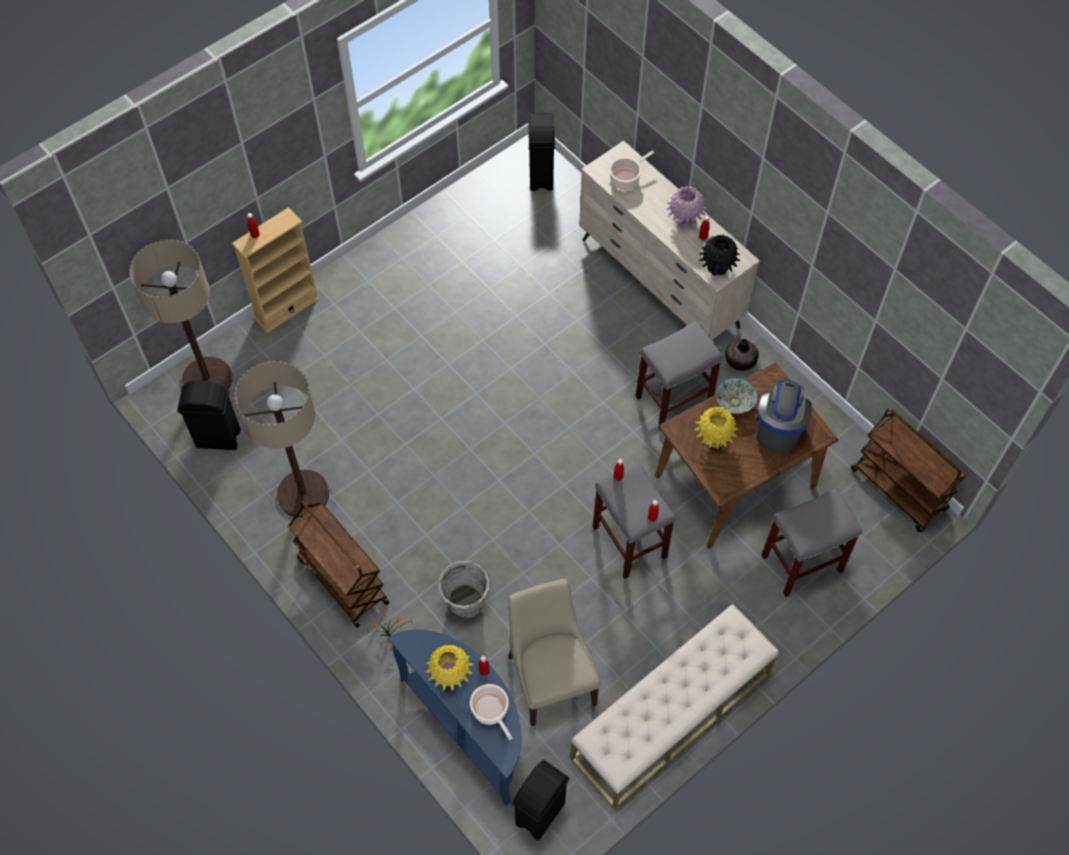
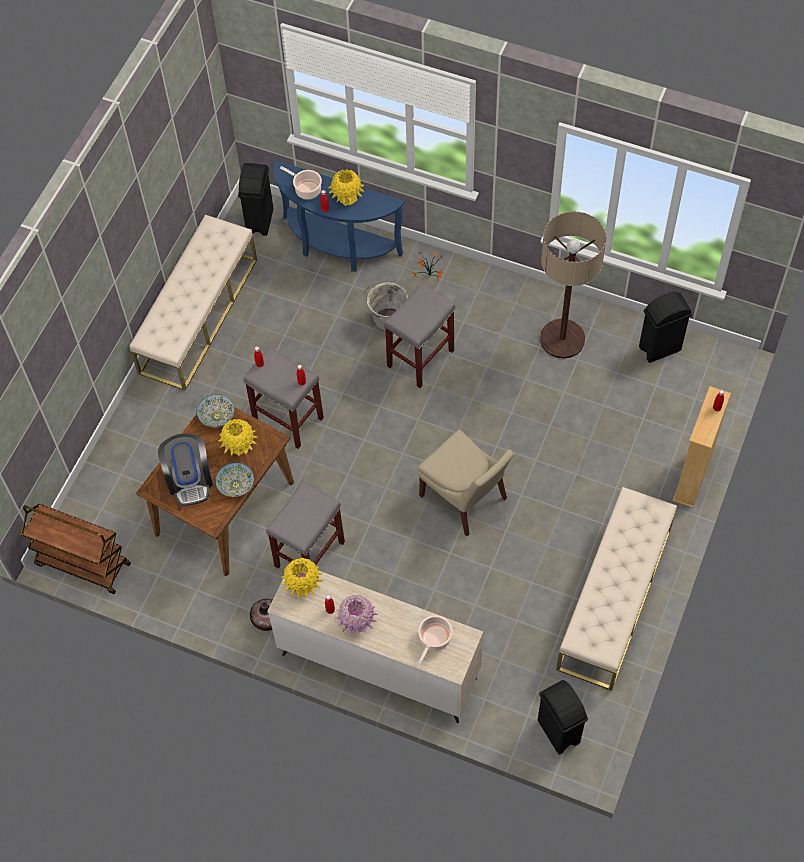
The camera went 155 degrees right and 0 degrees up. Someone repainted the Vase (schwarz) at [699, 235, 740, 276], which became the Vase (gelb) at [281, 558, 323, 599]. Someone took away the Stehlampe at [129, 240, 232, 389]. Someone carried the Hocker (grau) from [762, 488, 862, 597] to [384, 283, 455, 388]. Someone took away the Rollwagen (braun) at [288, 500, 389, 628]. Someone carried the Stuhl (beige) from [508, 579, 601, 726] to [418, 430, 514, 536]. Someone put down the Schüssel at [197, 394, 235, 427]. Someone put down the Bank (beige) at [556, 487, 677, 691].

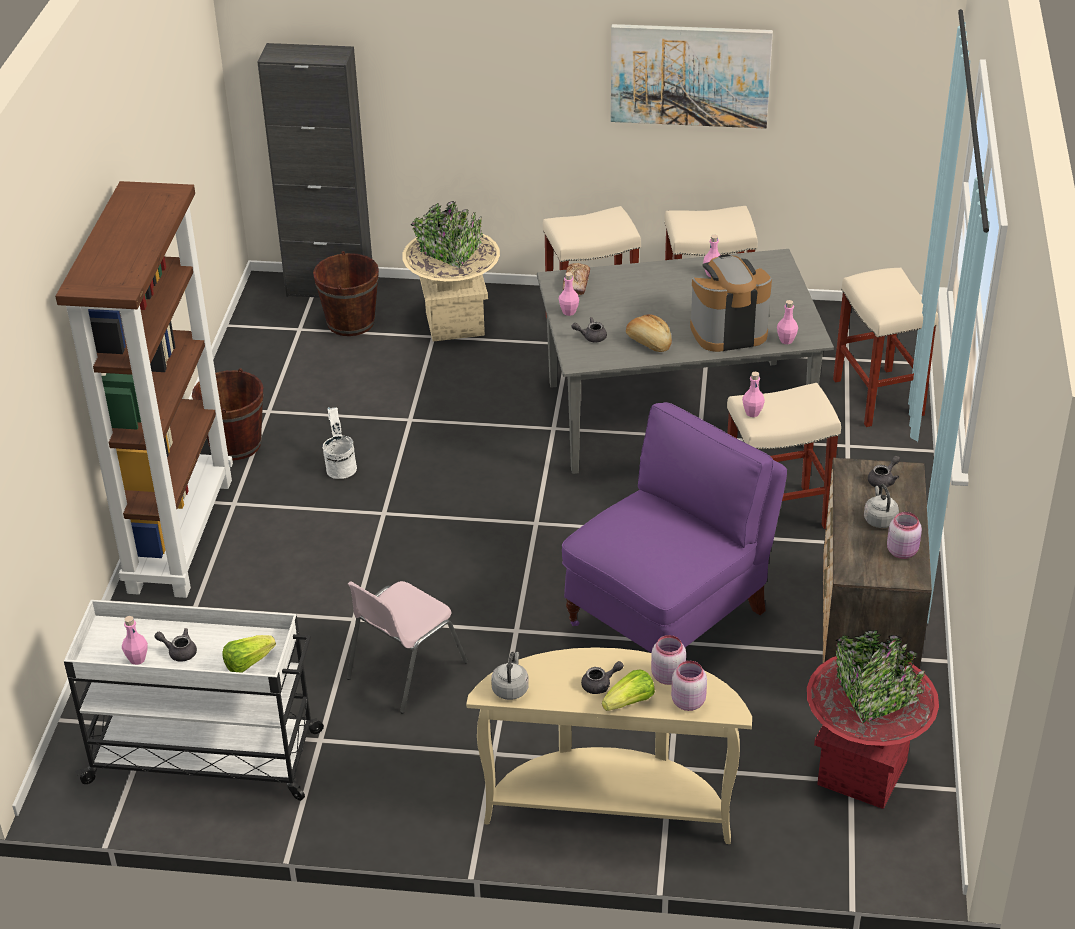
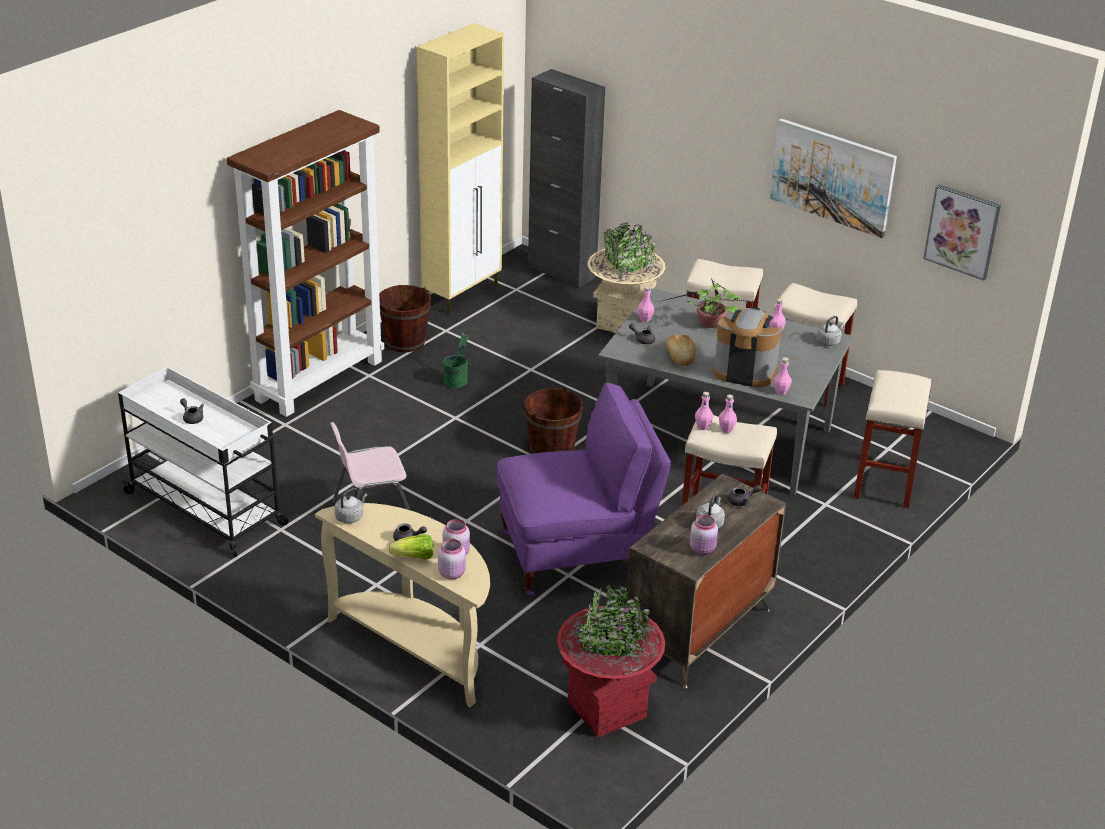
The camera went 30 degrees right and 5 degrees down. Someone carried the Eimer (braun) from [313, 251, 379, 336] to [524, 387, 583, 454]. Someone took away the Brot at [563, 263, 590, 295]. Someone repainted the Eimer (weiß) at [322, 407, 357, 479], which became the Eimer (grün) at [443, 333, 469, 388]. Someone carried the Flasche (rosa) from [122, 616, 148, 665] to [719, 395, 737, 433]. Someone took away the Salatkopf at [222, 635, 276, 673]. Someone put down the Schrank (beige) at [417, 23, 504, 314]. Someone put up the Bild at [923, 184, 1001, 281]. Someone put down the Topfpflanze at [655, 278, 740, 328]. Someone put down the Wasserkessel (grau) at [817, 316, 844, 346].

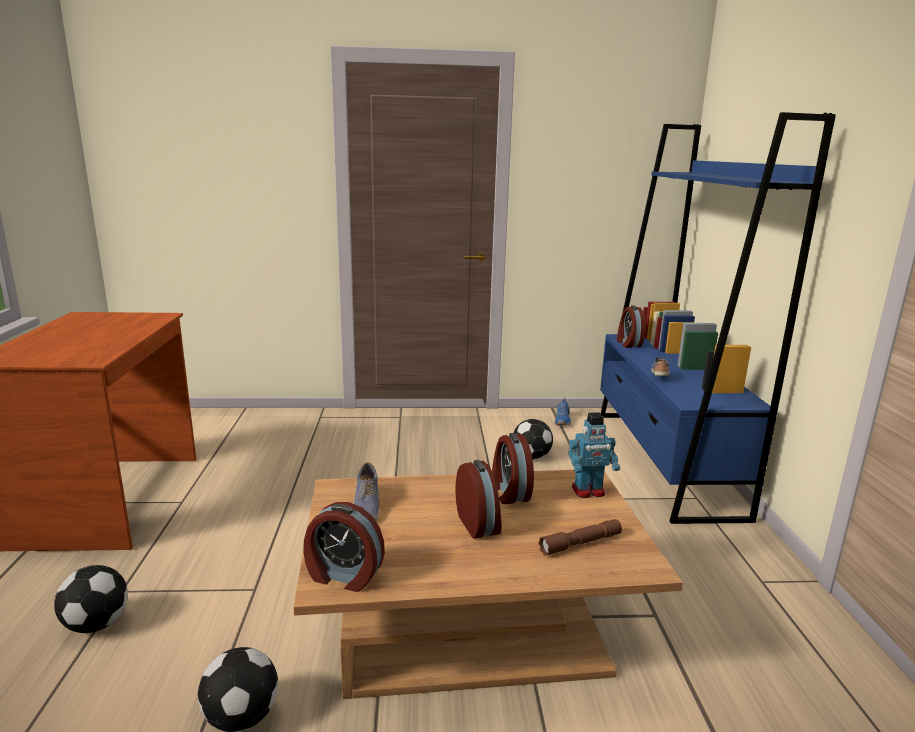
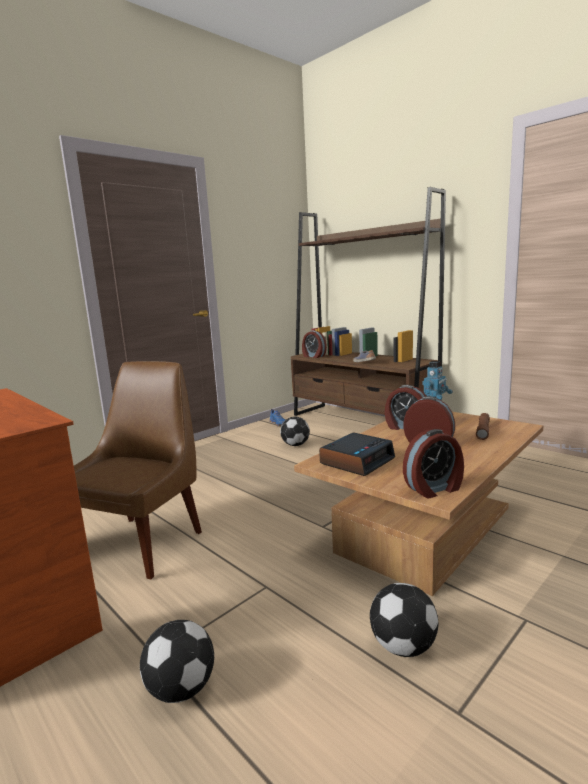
The camera went 40 degrees left and 5 degrees down. Someone repainted the Bücherregal (blau) at [600, 112, 836, 524], which became the Bücherregal (braun) at [291, 187, 446, 416]. Someone swapped the Schuh at [353, 462, 380, 522] for the Wecker at [319, 433, 395, 476]. Someone put down the Stuhl (braun) at [74, 361, 202, 579].

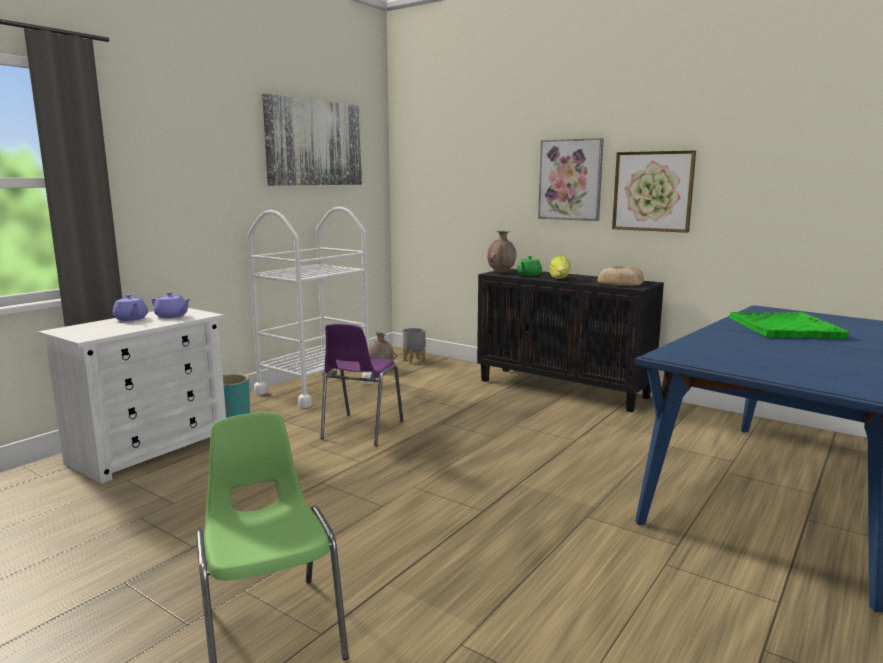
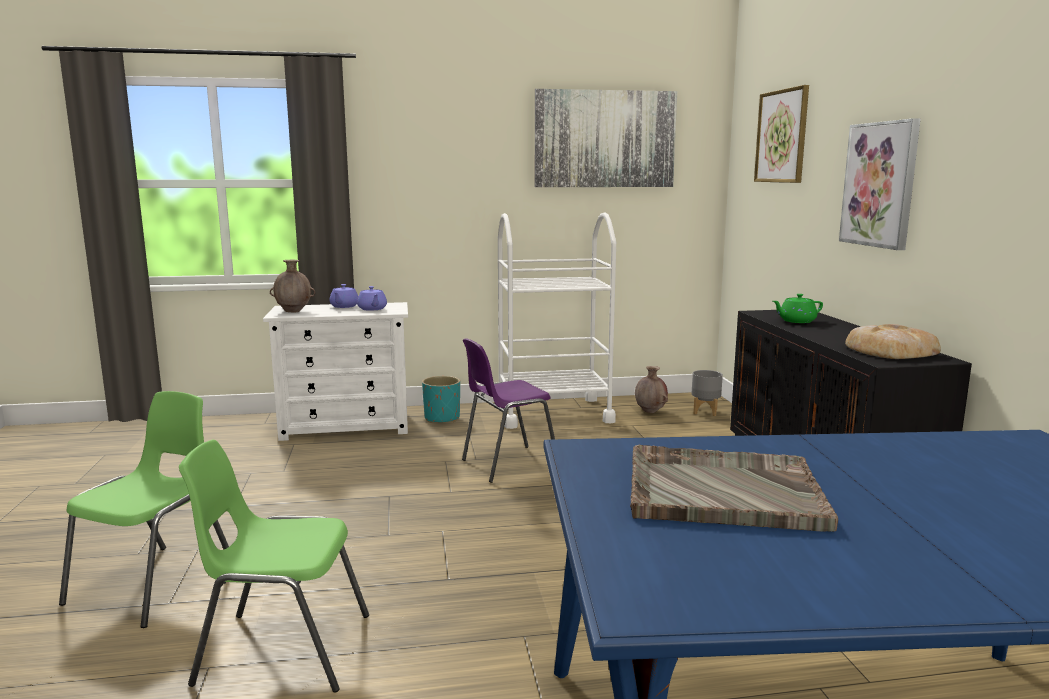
The camera went 45 degrees right and 0 degrees up. Someone carried the Bild from [612, 150, 696, 233] to [754, 85, 809, 183]. Someone carried the Vase (braun) from [487, 231, 516, 273] to [270, 260, 315, 313]. Someone took away the Salatkopf at [549, 255, 571, 279]. Someone took away the Tablett (grün) at [730, 312, 849, 339]. Someone put down the Stuhl (grün) at [179, 439, 369, 693]. Someone put down the Tablett (grau) at [630, 445, 838, 532].

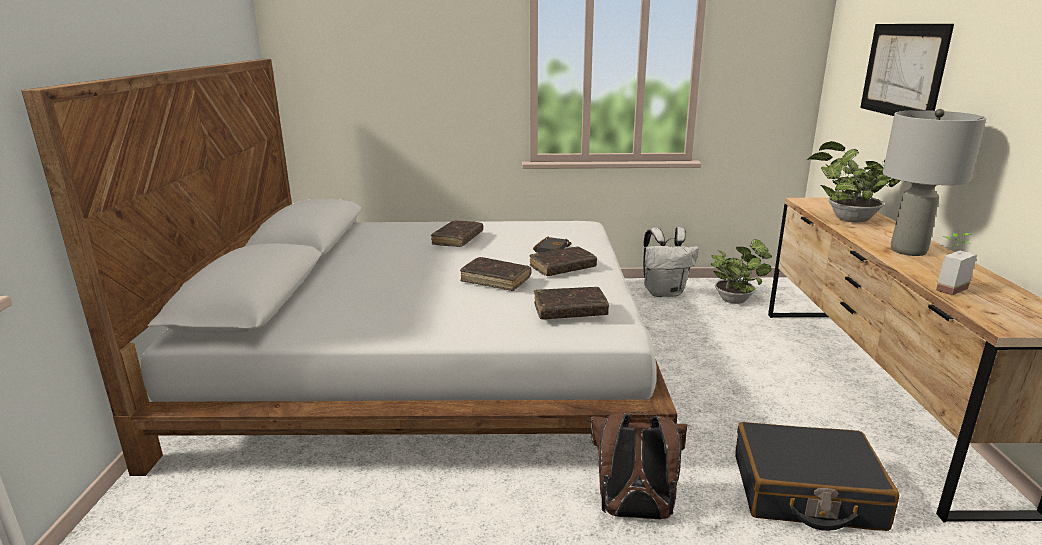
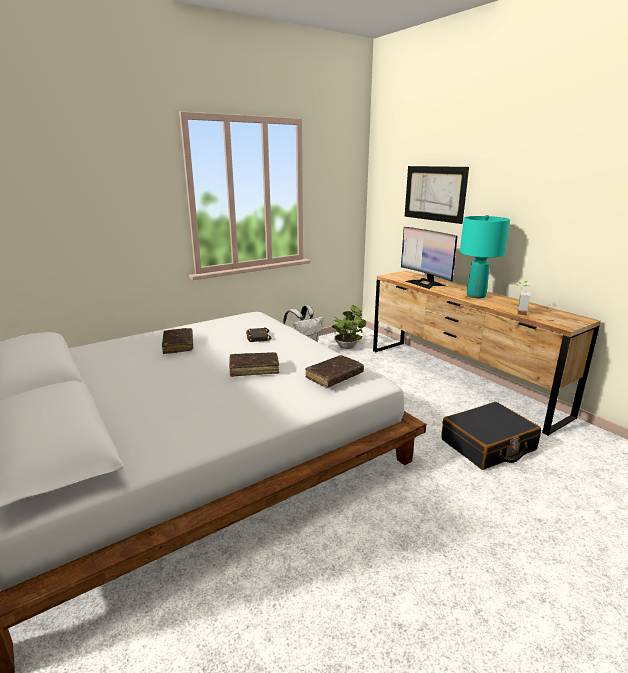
The camera went 35 degrees left and 0 degrees up. Someone repainted the Tischlampe (grau) at [883, 109, 986, 256], which became the Tischlampe (türkis) at [460, 215, 510, 298]. Someone swapped the Topfpflanze at [805, 141, 901, 223] for the Monitor at [401, 227, 458, 289]. Someone took away the Buch (braun) at [529, 247, 597, 276]. Someone took away the Rucksack (braun) at [591, 411, 687, 519].

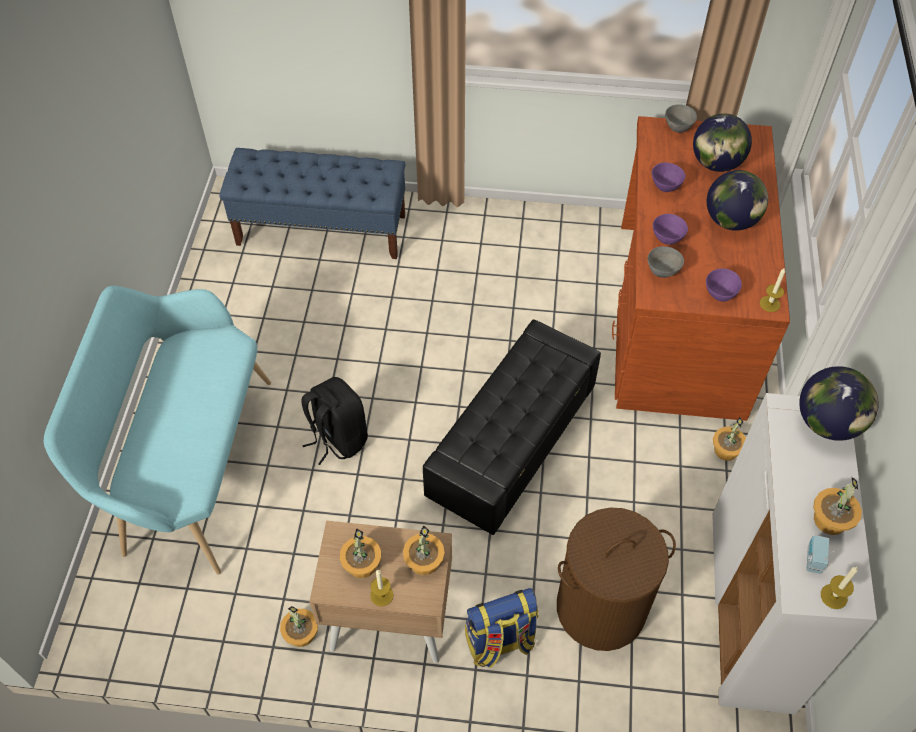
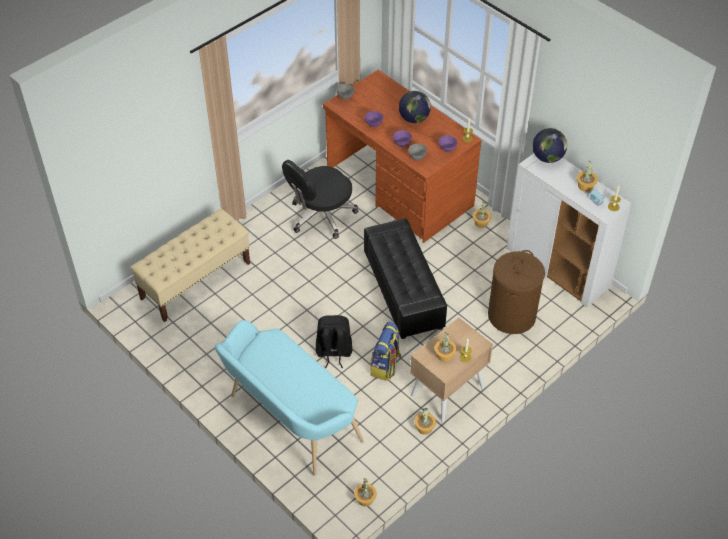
The camera went 50 degrees left and 5 degrees down. Someone took away the Globus at [693, 113, 752, 172]. Someone repainted the Bank (blau) at [219, 148, 406, 259], which became the Bank (beige) at [130, 209, 250, 322]. Someone carried the Topfpflanze from [403, 525, 445, 575] to [354, 478, 377, 507]. Someone carried the Rucksack from [465, 588, 539, 668] to [370, 322, 401, 381]. Someone put down the Bürostuhl (schwarz) at [282, 160, 358, 239].

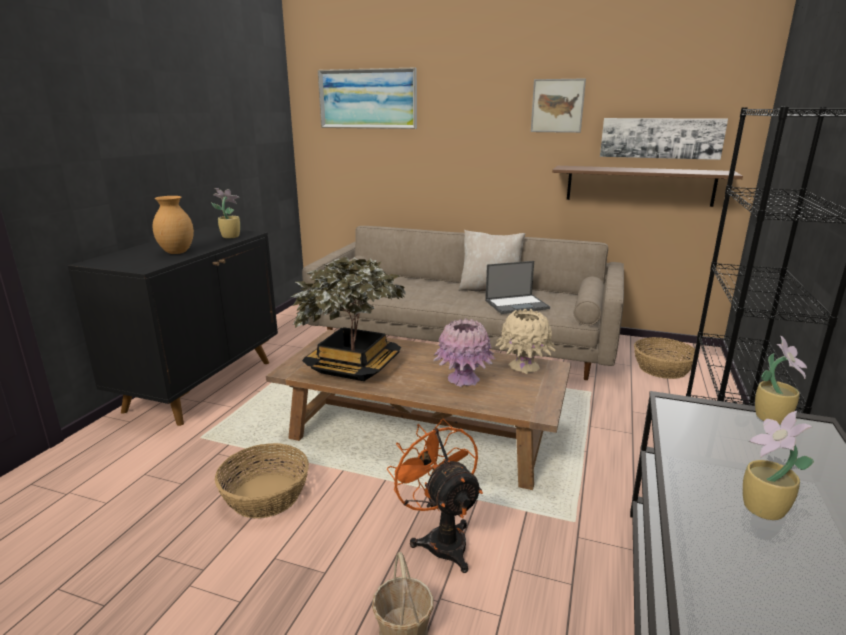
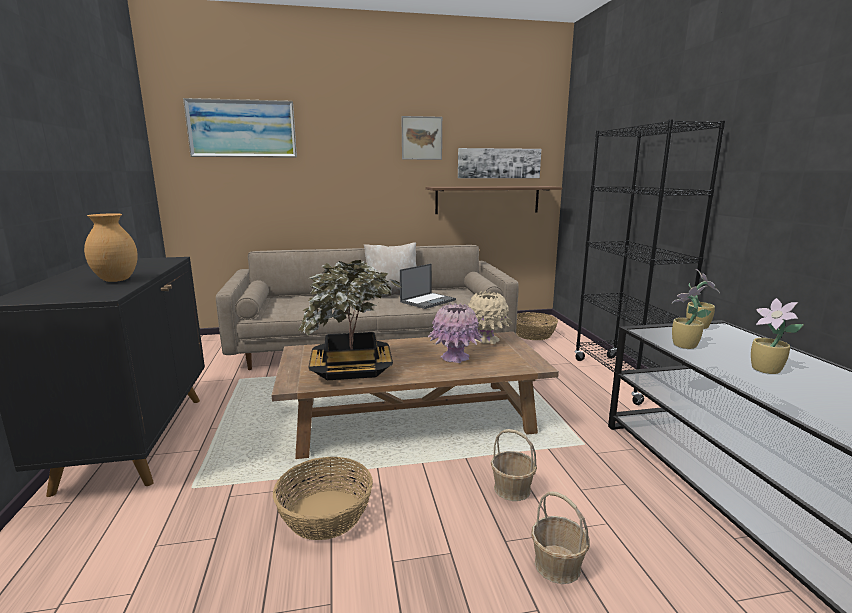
The camera went 30 degrees left and 5 degrees down. Someone carried the Topfpflanze from [211, 188, 240, 238] to [672, 286, 712, 349]. Someone swapped the Ventilator (orange) at [387, 419, 483, 573] for the Korb at [491, 429, 537, 501].

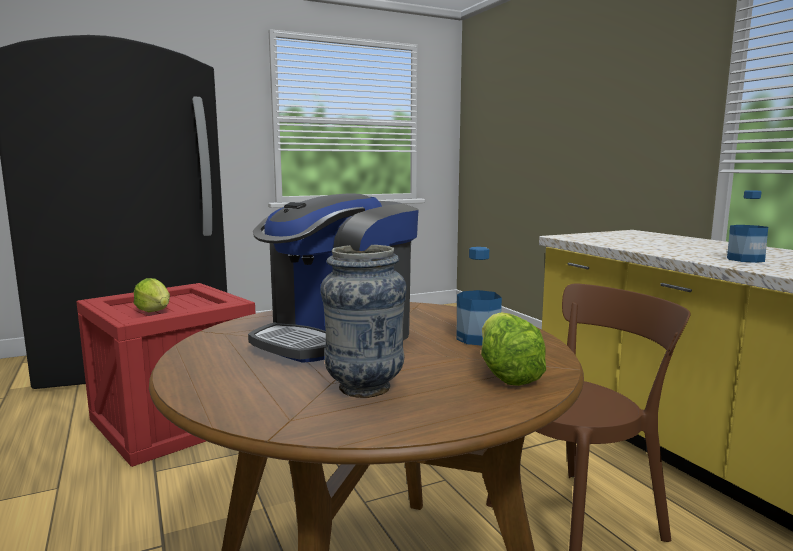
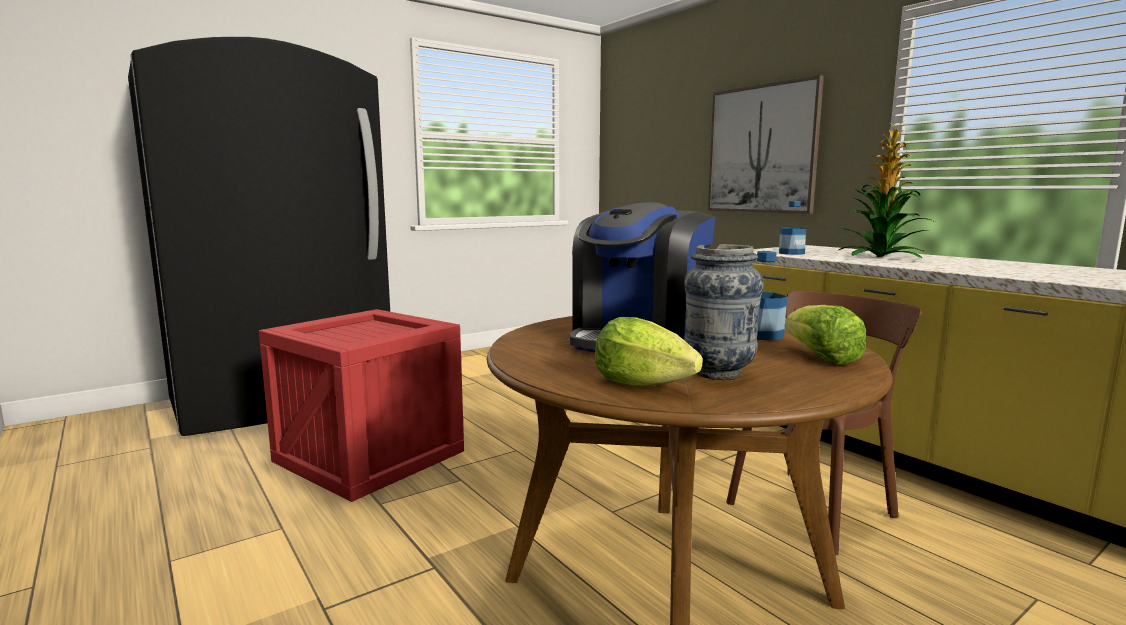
The camera went 10 degrees left and 0 degrees up. Someone carried the Flasche from [727, 190, 768, 263] to [779, 201, 806, 255]. Someone carried the Salatkopf from [134, 278, 170, 312] to [595, 317, 703, 387]. Someone put up the Bild at [708, 75, 824, 214]. Someone put down the Topfpflanze at [839, 122, 937, 258].

